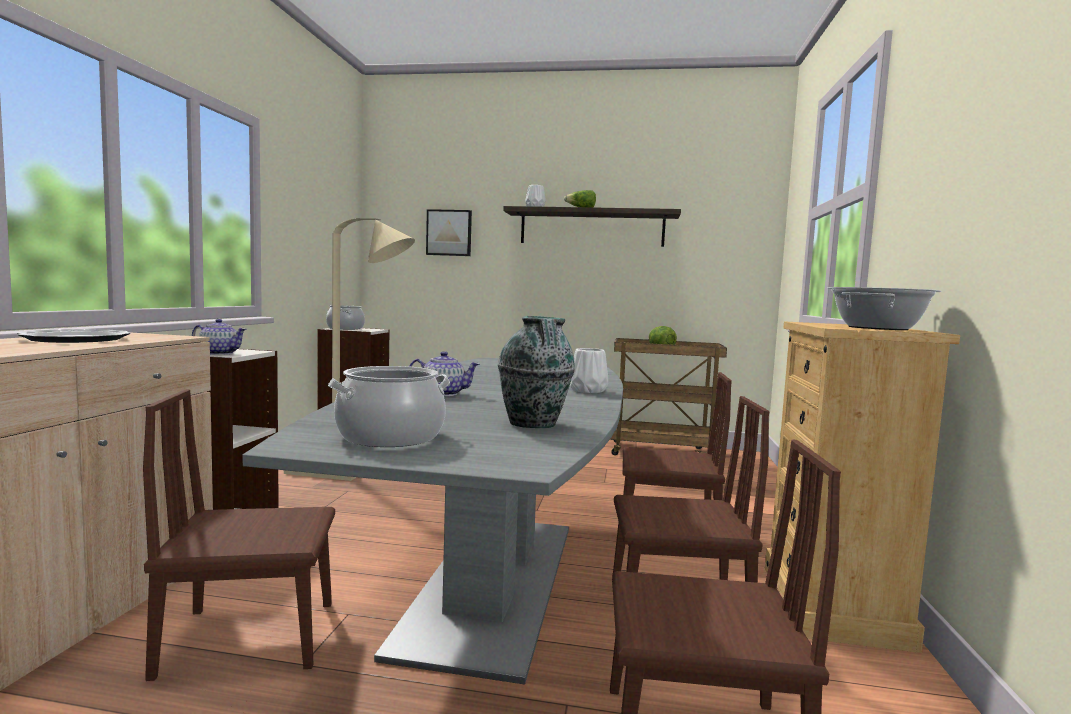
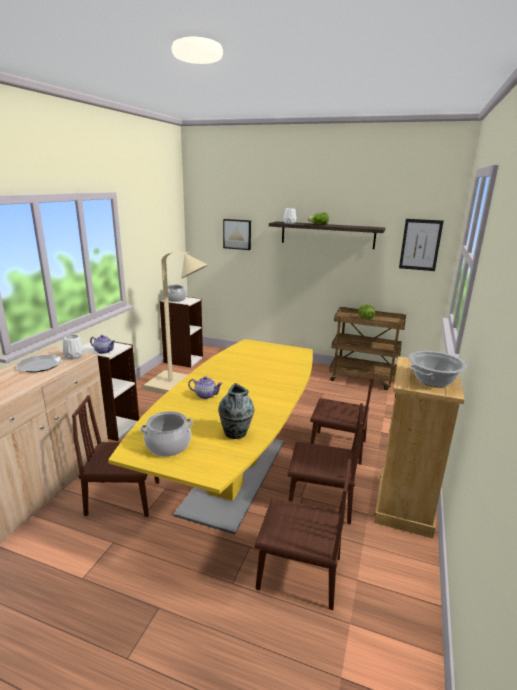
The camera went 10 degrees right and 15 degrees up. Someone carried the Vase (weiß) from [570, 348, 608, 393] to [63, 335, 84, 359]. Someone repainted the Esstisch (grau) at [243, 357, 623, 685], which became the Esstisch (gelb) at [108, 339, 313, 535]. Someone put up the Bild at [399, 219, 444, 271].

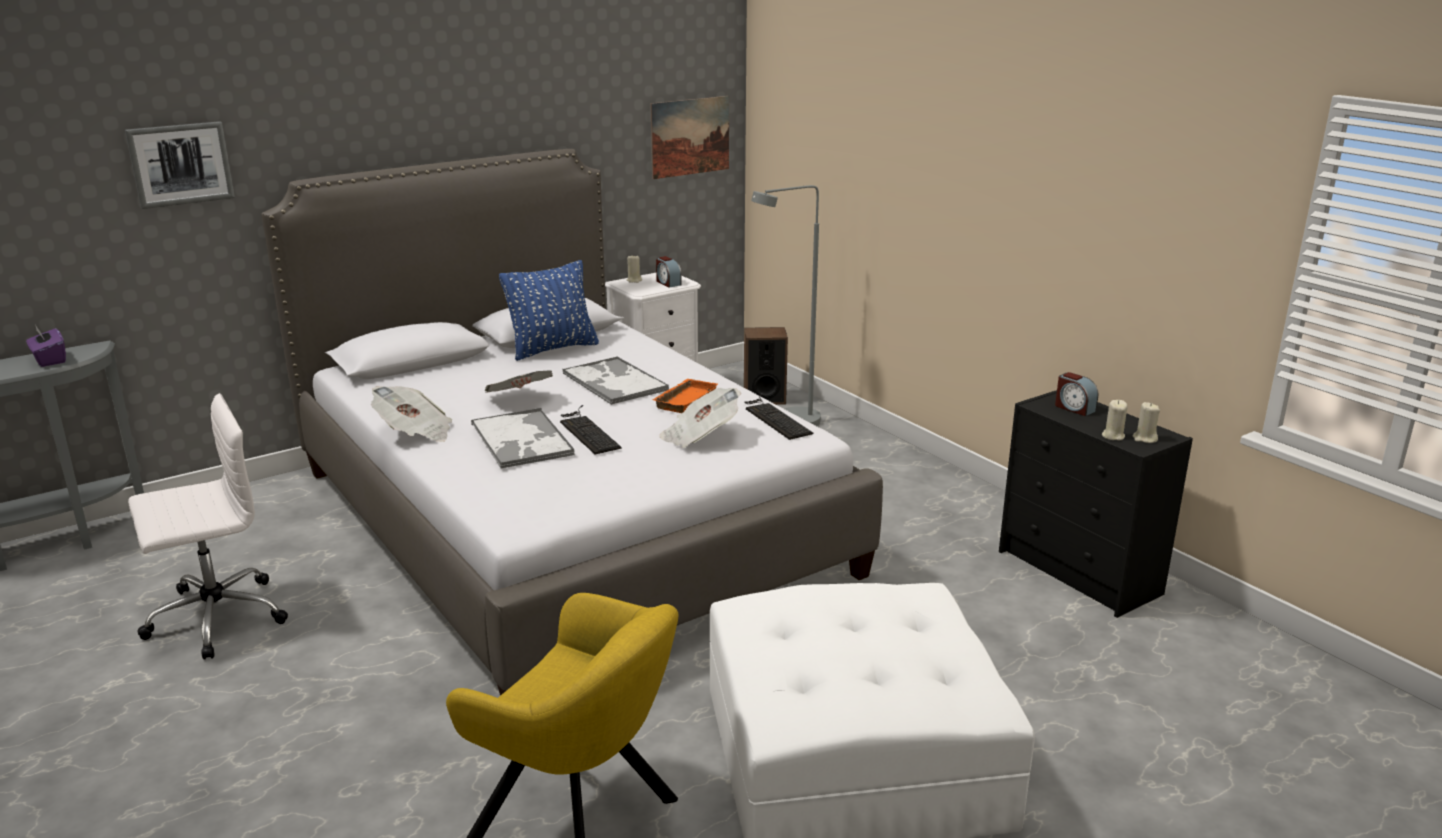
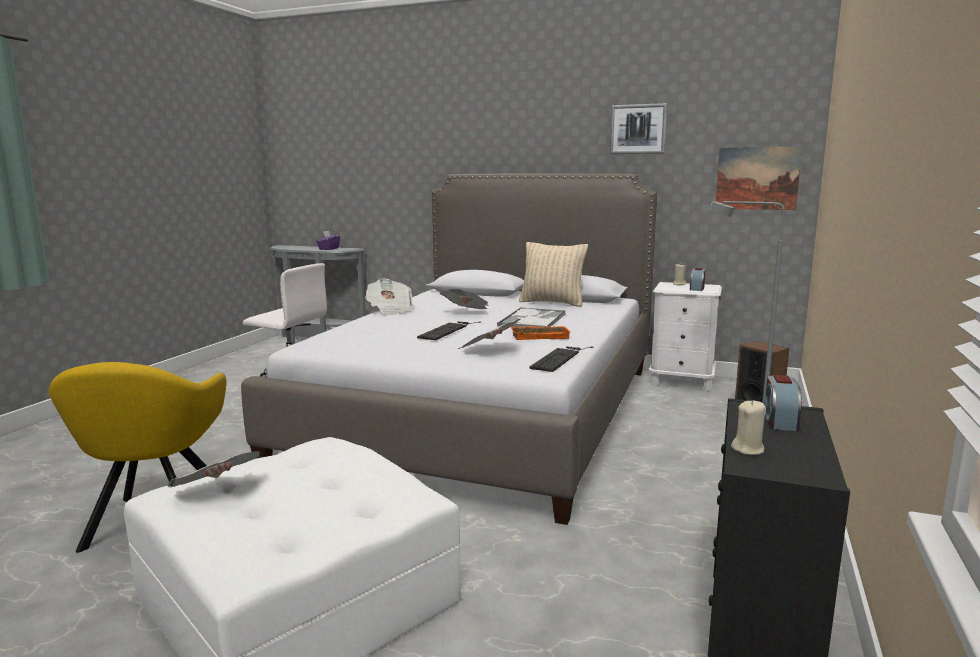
The camera went 55 degrees right and 10 degrees down. Someone carried the Bild from [125, 121, 235, 209] to [609, 103, 667, 154]. Someone repainted the Kissen (blau) at [499, 260, 599, 361], which became the Kissen (beige) at [519, 242, 588, 307]. Someone took away the Kerze (beige) at [1133, 402, 1160, 443]. Someone took away the Tablett at [471, 408, 575, 468]. Someone put down the Zeitung at [168, 451, 260, 488].

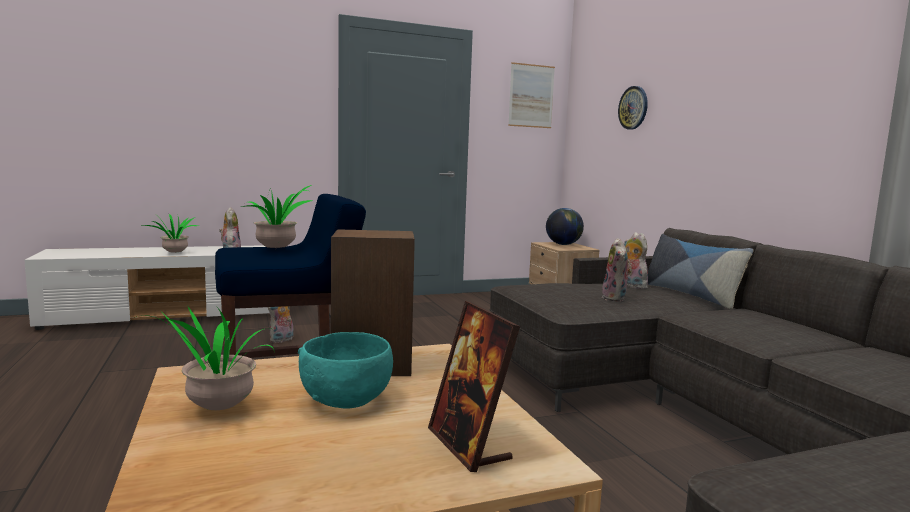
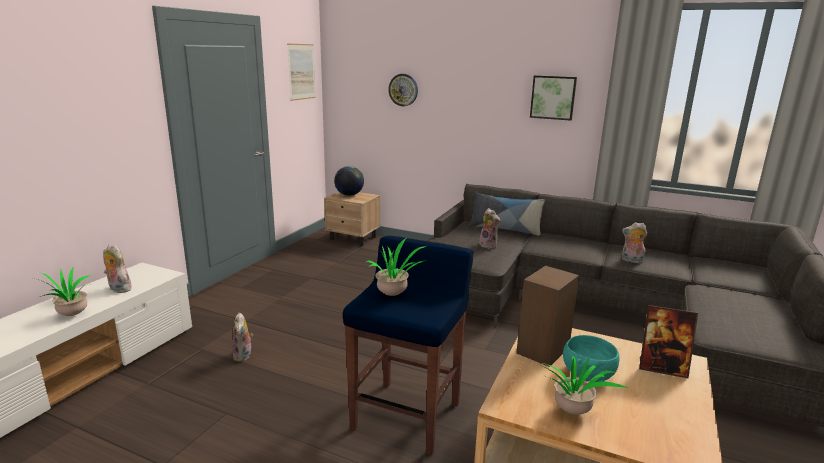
The camera went 45 degrees left and 10 degrees up. Someone carried the Plüschtier from [624, 232, 648, 289] to [622, 222, 647, 263]. Someone put up the Bild at [530, 75, 577, 121].

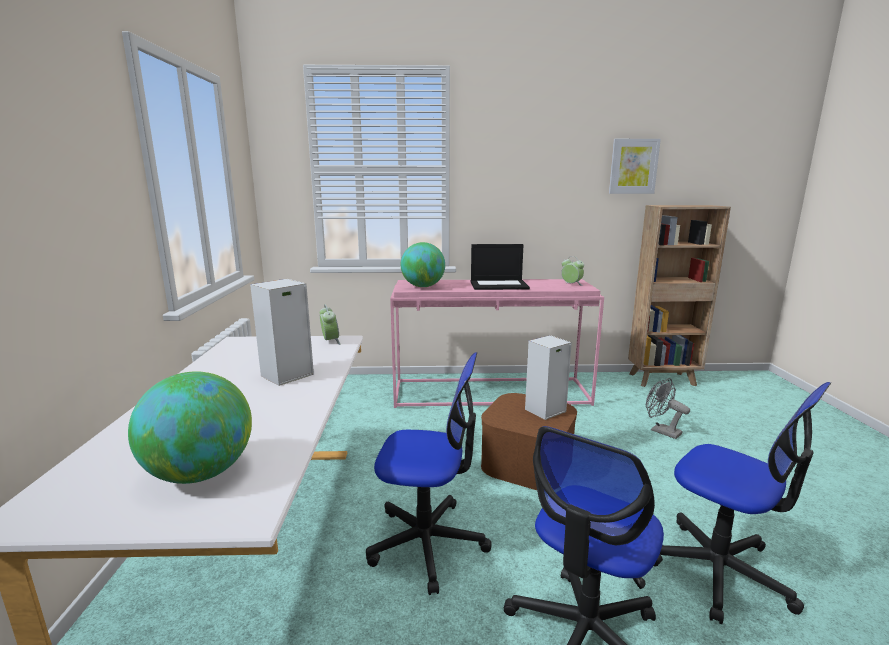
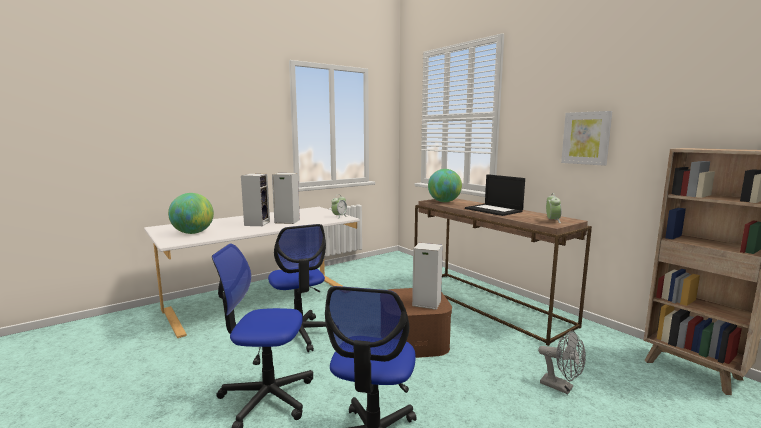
The camera went 55 degrees right and 5 degrees down. Someone carried the Bild from [609, 139, 661, 194] to [561, 111, 613, 166]. Someone repainted the Konsolentisch (rosa) at [390, 279, 604, 408], which became the Konsolentisch (braun) at [414, 198, 592, 346]. Someone rotated the Ventilator (grau) at [646, 378, 690, 439] by 120 degrees clockwise. Someone put down the Lautsprecher at [241, 174, 270, 226].

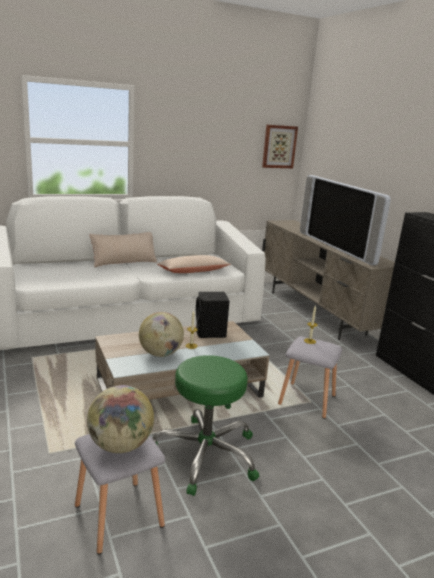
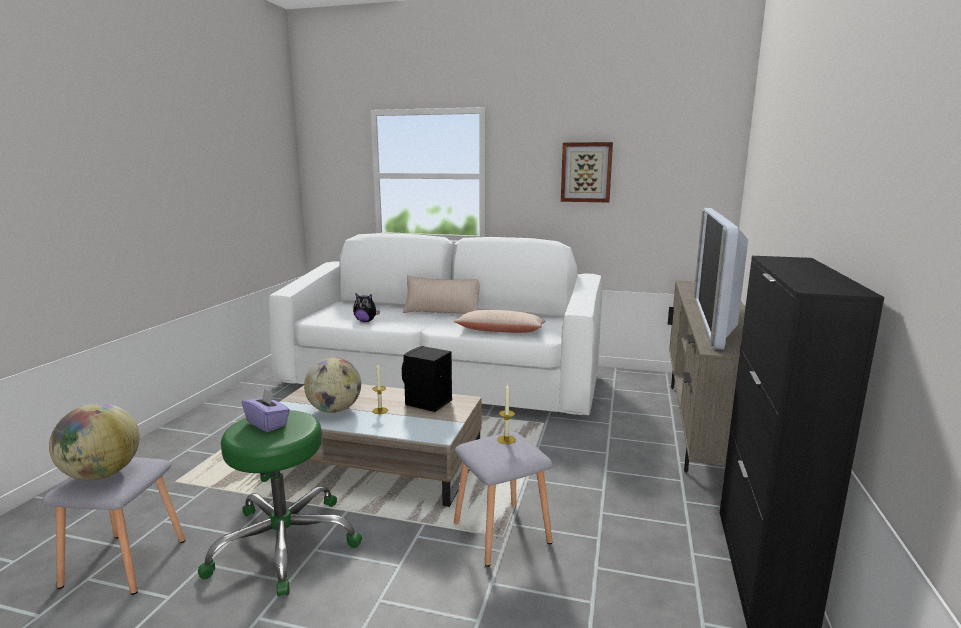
The camera went 40 degrees right and 5 degrees down. Someone carried the Bild from [262, 125, 298, 168] to [561, 142, 613, 202]. Someone put down the Plüschtier at [353, 294, 380, 322]. Someone put down the Taschentuchbox (lila) at [242, 388, 290, 432].

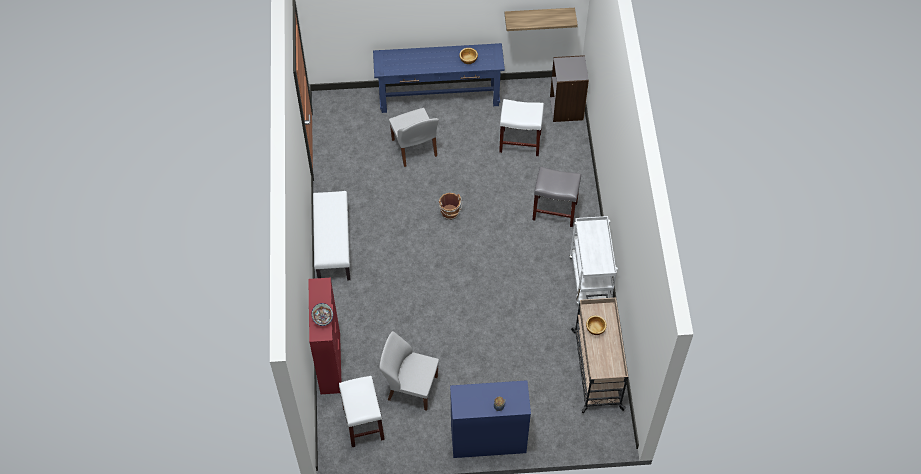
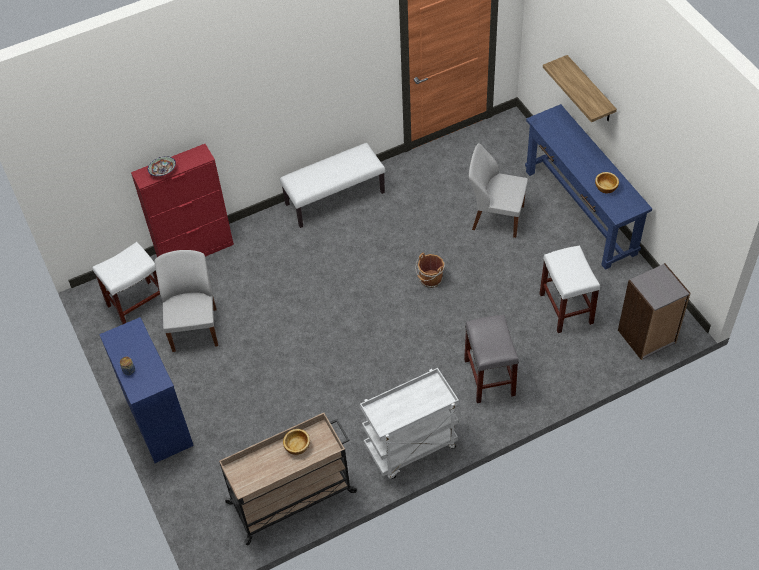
The camera went 70 degrees right and 5 degrees down. Someone carried the Wandregal from [505, 8, 578, 31] to [543, 55, 617, 122]. Someone rotated the Stuhl (weiß) at [389, 108, 439, 167] by 60 degrees clockwise.

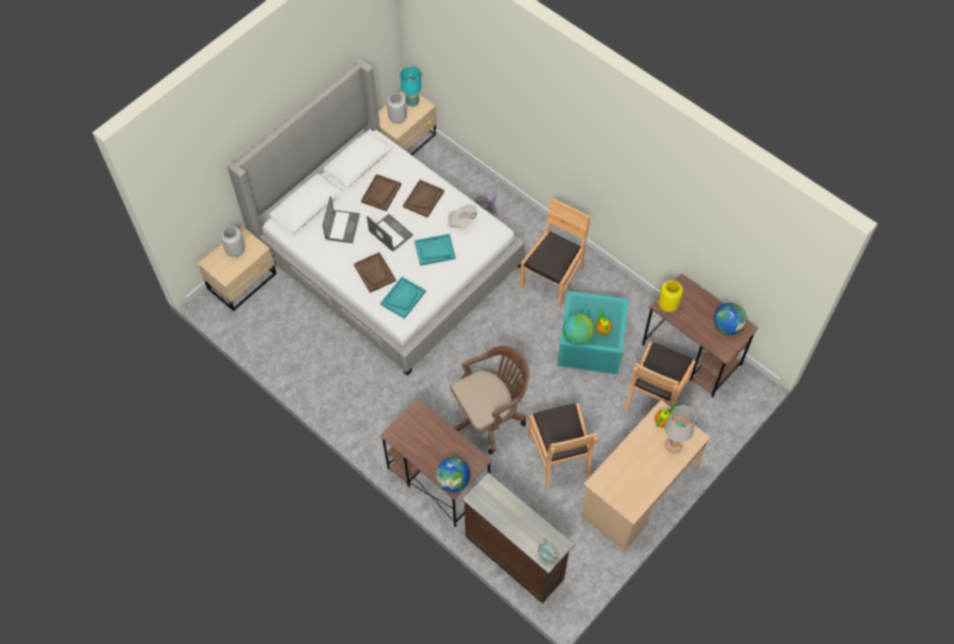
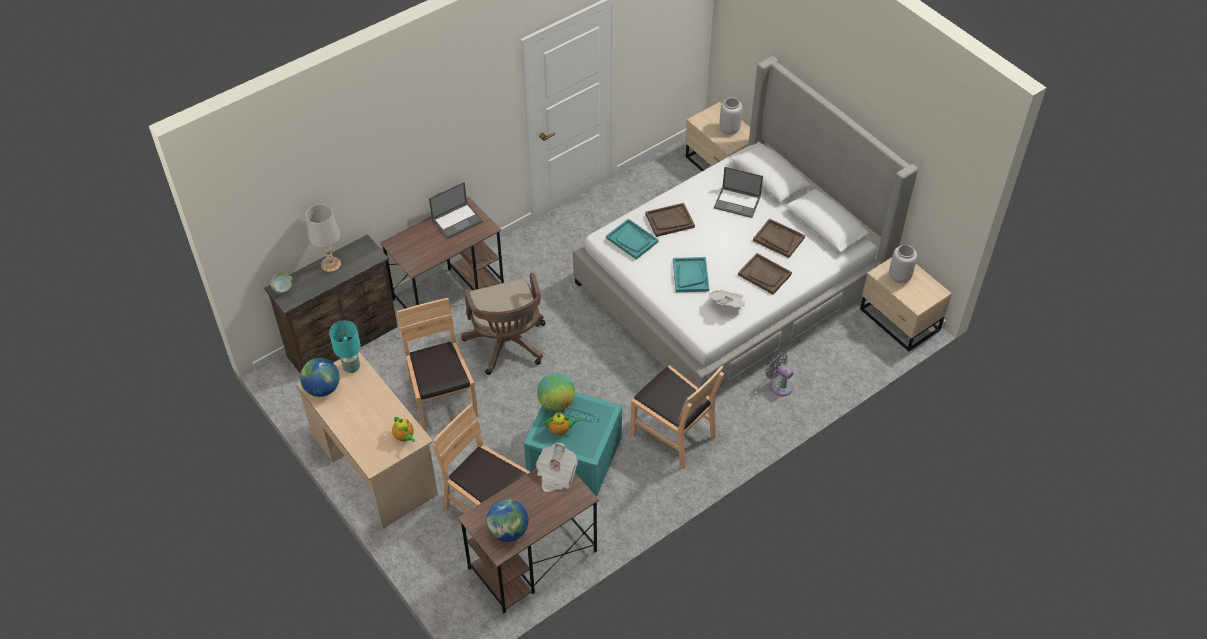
The camera went 100 degrees right and 10 degrees down. Someone carried the Tischlampe (türkis) from [400, 67, 422, 107] to [329, 321, 361, 373]. Someone carried the Laptop from [367, 214, 413, 252] to [429, 182, 483, 239]. Someone swapped the Vase (gelb) at [658, 280, 683, 312] for the Zeitung at [536, 443, 578, 492]. Someone rotated the Stuhl (braun) at [528, 403, 598, 487] by 75 degrees clockwise. Someone carried the Tischlampe (weiß) from [665, 406, 696, 454] to [306, 204, 341, 272]. Someone carried the Globus from [436, 458, 470, 492] to [300, 358, 340, 397].

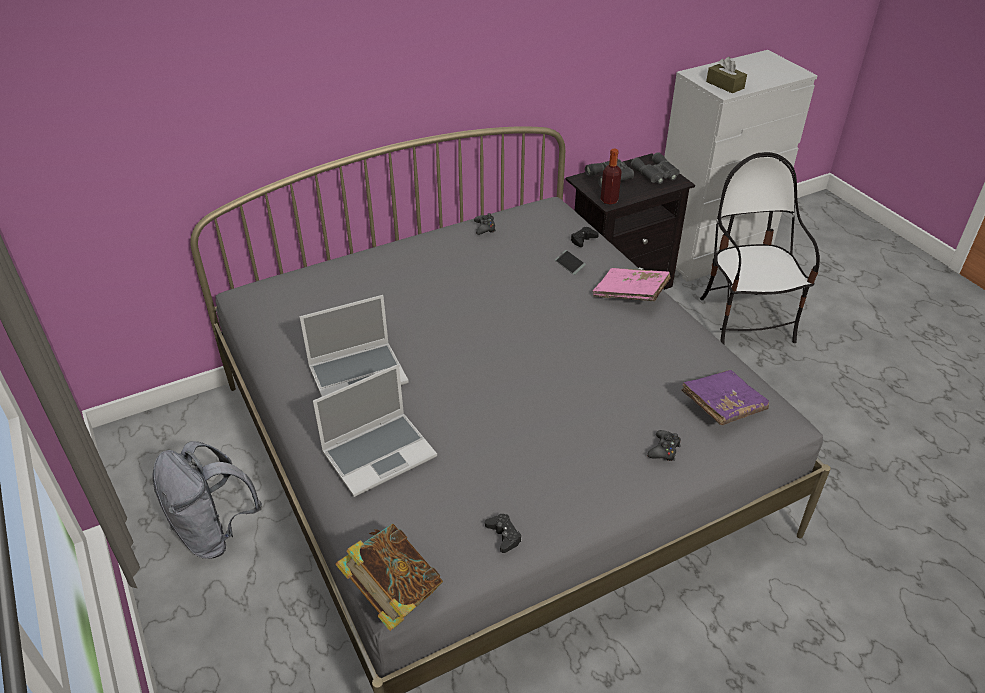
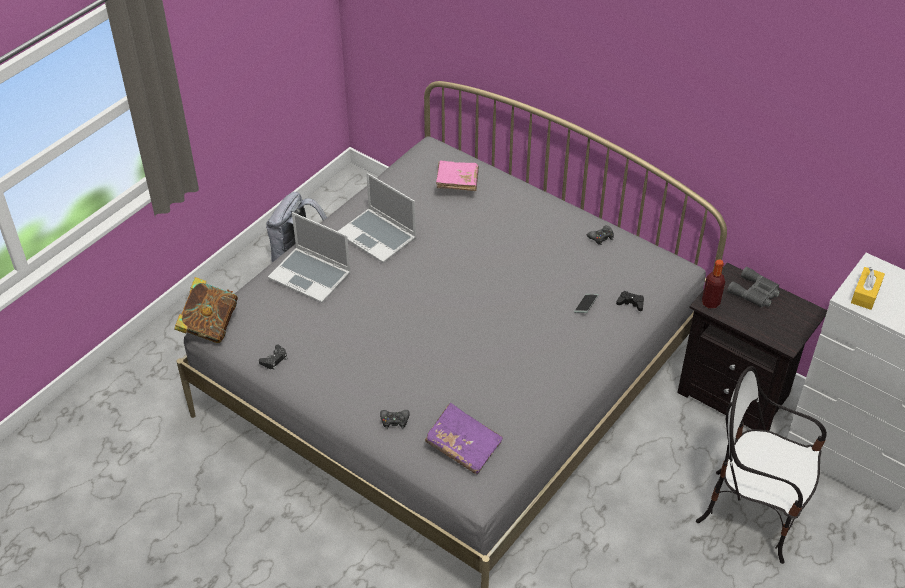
The camera went 65 degrees right and 5 degrees up. Someone repainted the Taschentuchbox (braun) at [706, 57, 747, 93], which became the Taschentuchbox (gelb) at [851, 267, 885, 310]. Someone took away the Fernglas (grau) at [631, 152, 679, 184]. Someone rotated the Stuhl at [700, 152, 820, 344] by 120 degrees counterclockwise. Someone carried the Buch (rosa) from [593, 268, 671, 301] to [436, 160, 479, 191].

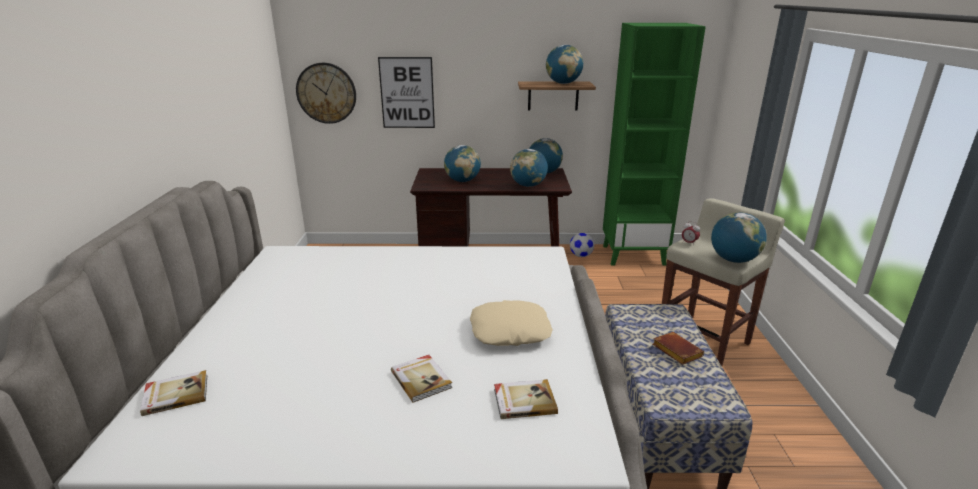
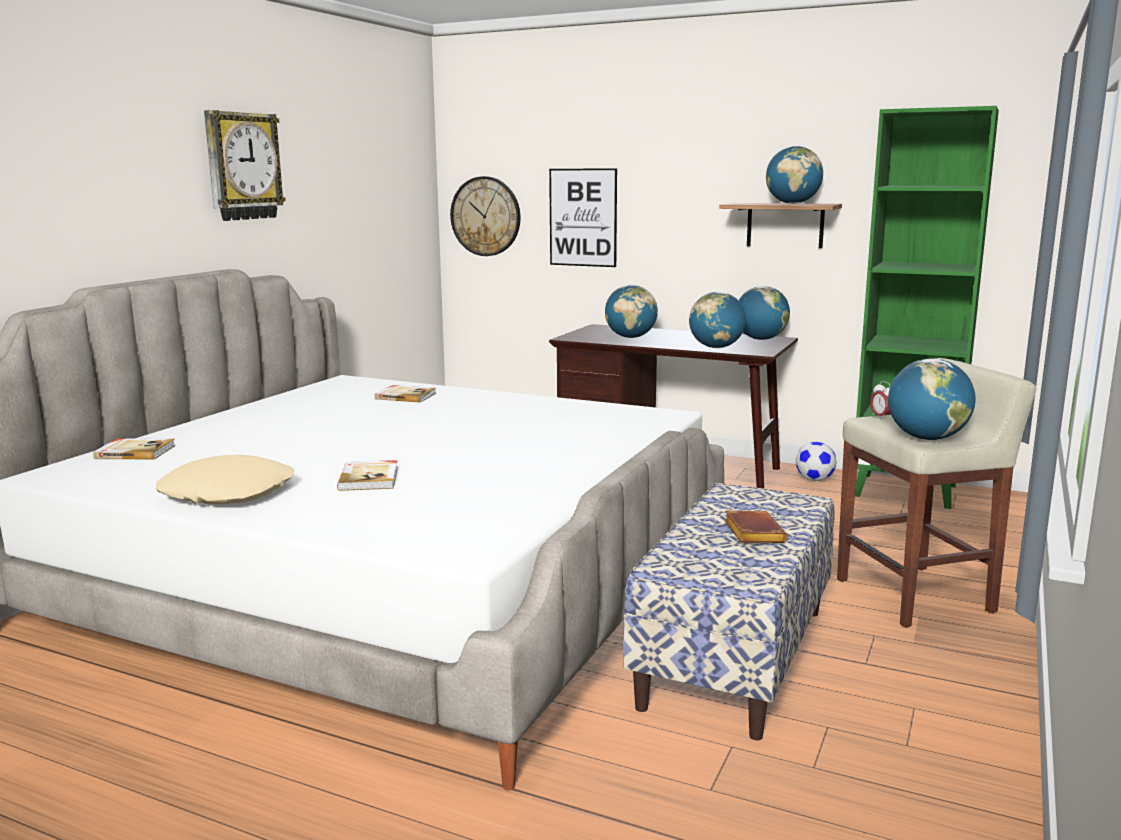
The camera went 25 degrees right and 10 degrees down. Someone carried the Kissen (beige) from [470, 300, 553, 346] to [156, 455, 295, 504]. Someone carried the Buch from [494, 379, 558, 419] to [374, 385, 436, 402]. Someone put up the Wanduhr at [204, 110, 286, 221].

